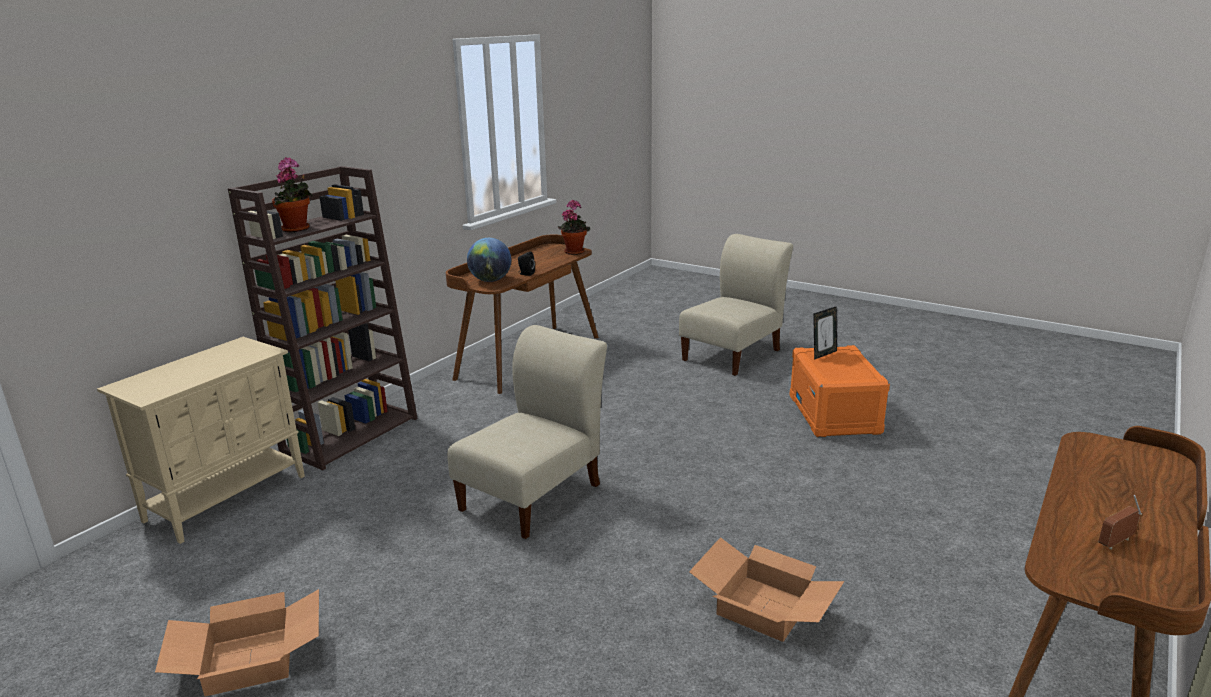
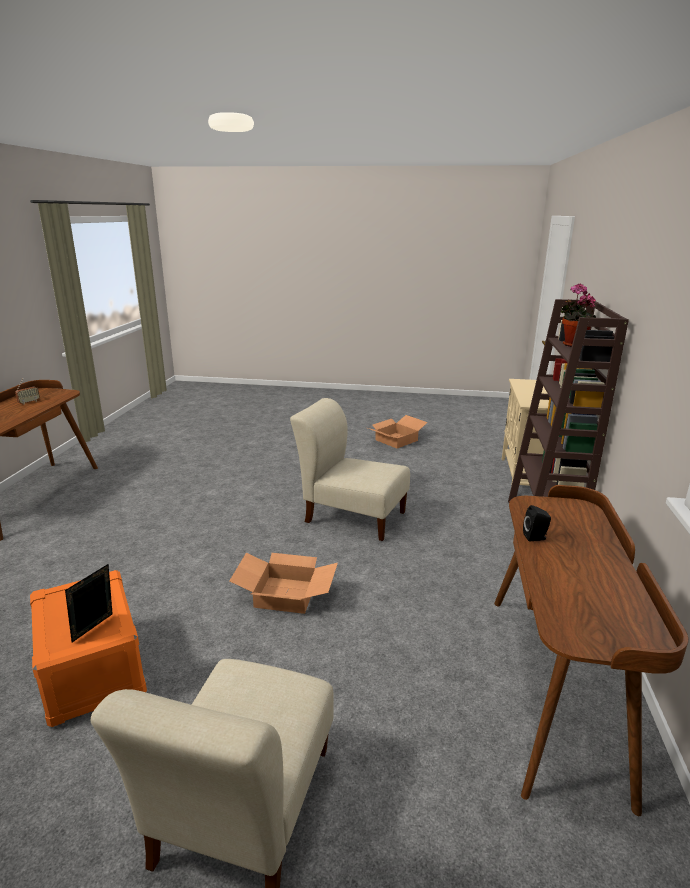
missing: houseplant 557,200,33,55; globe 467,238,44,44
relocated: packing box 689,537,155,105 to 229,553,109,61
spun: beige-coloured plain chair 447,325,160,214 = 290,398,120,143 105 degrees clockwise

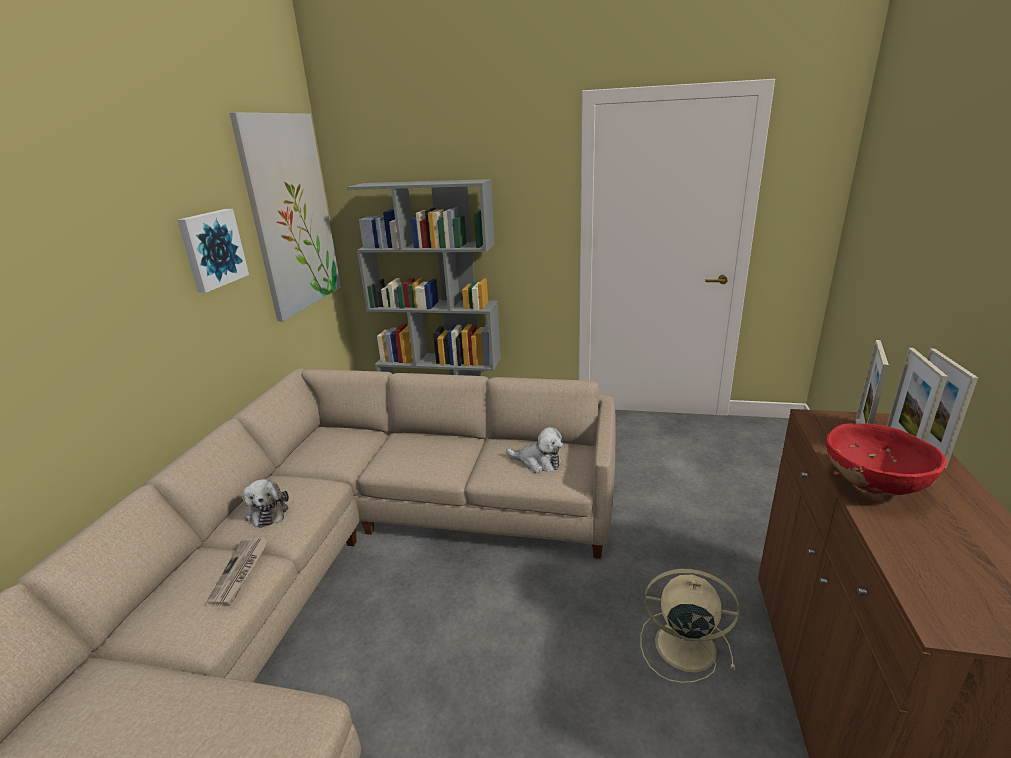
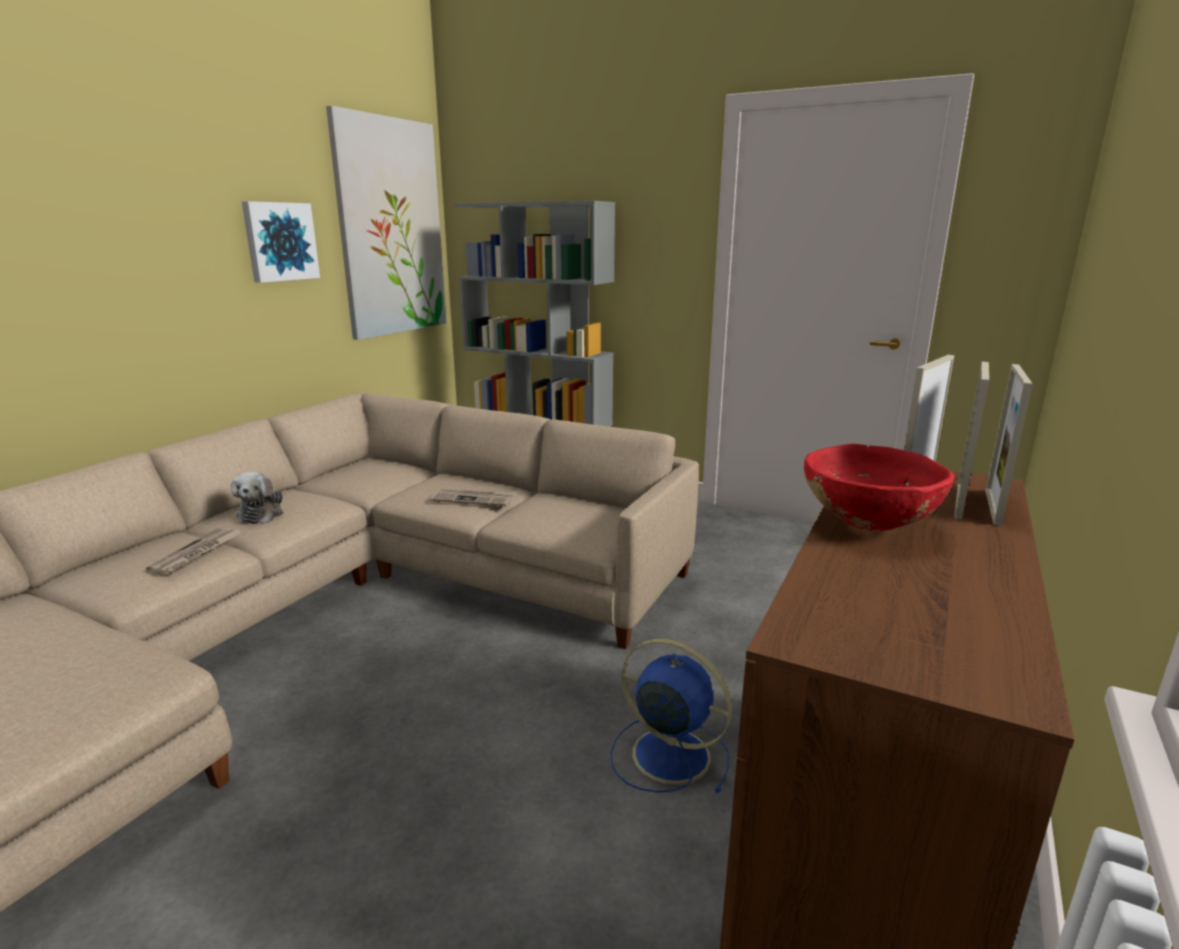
missing: soft toy 506,427,57,46
appeared: daily paper 430,488,86,18
colour: beige-coloured fan 640,569,99,114 to bluish fan 611,638,121,155

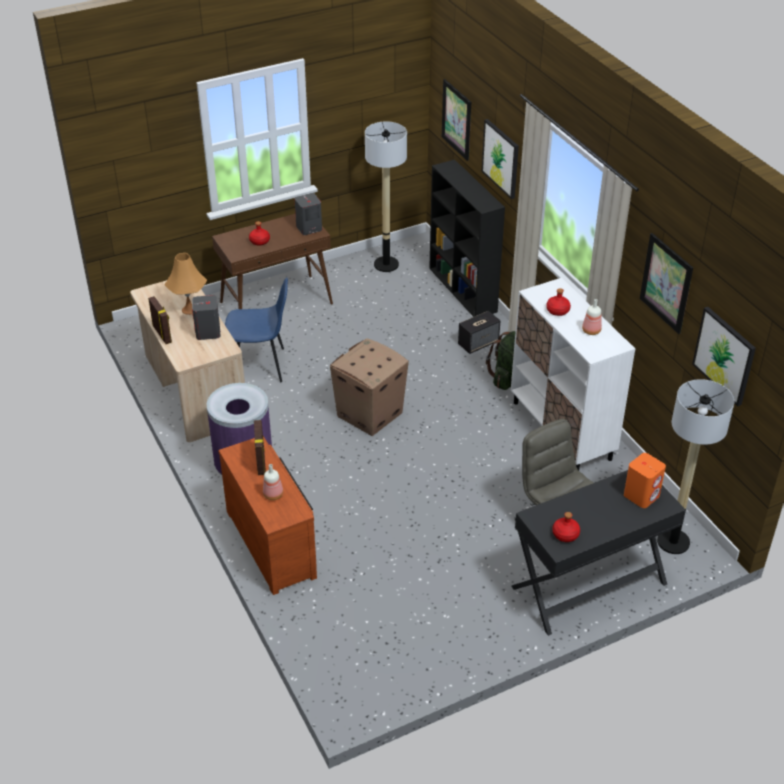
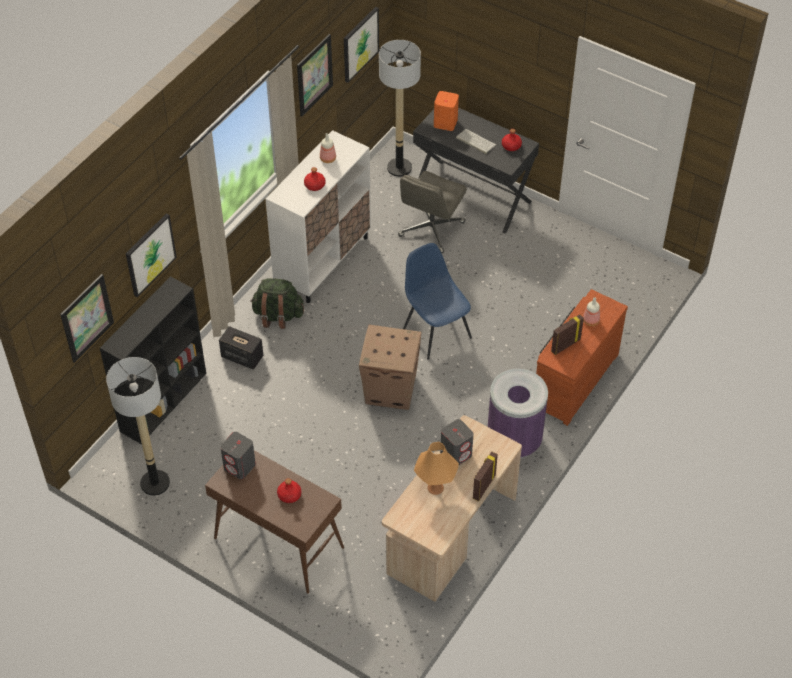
appeared: PC keyboard 456,129,40,25
relocated: bluish plain chair 225,277,63,105 to 403,243,69,117

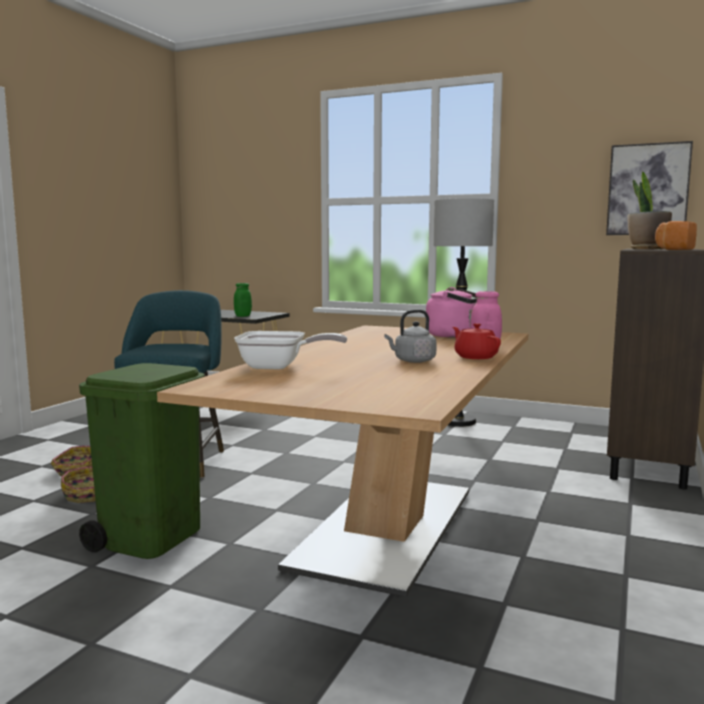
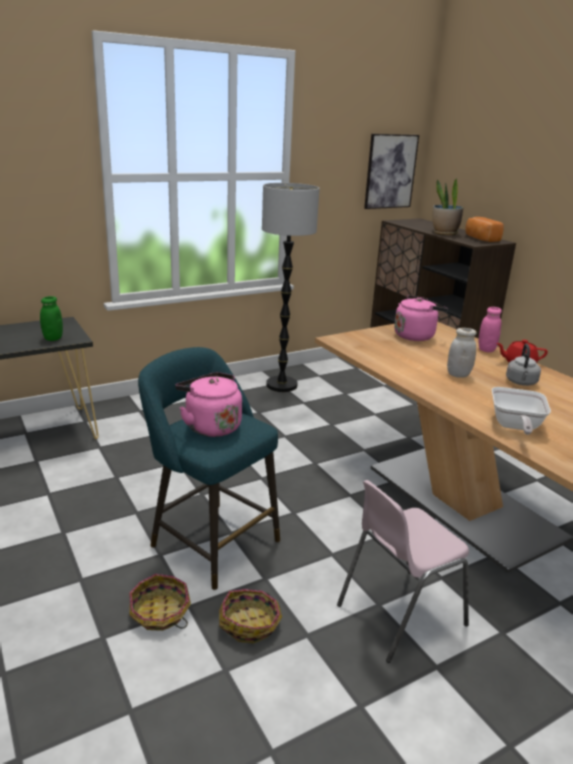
appeared: white preserve jar 447,328,29,50; pinkish kettle 175,372,67,65
exchanged: green-coloured trash can 79,363,126,196 to pinkish plain chair 337,480,132,183
spun: pan 234,331,113,38 = 492,387,59,48 150 degrees clockwise

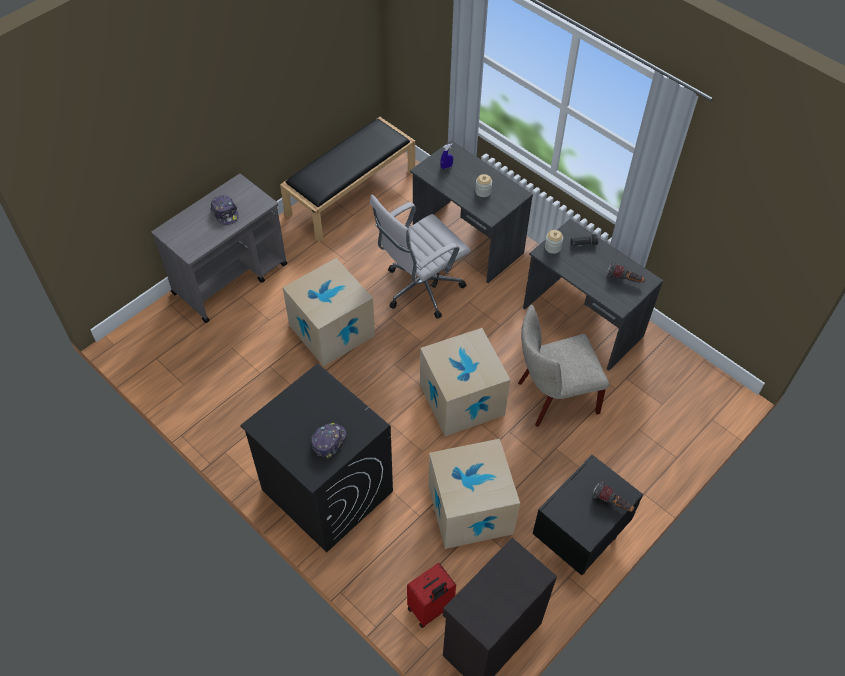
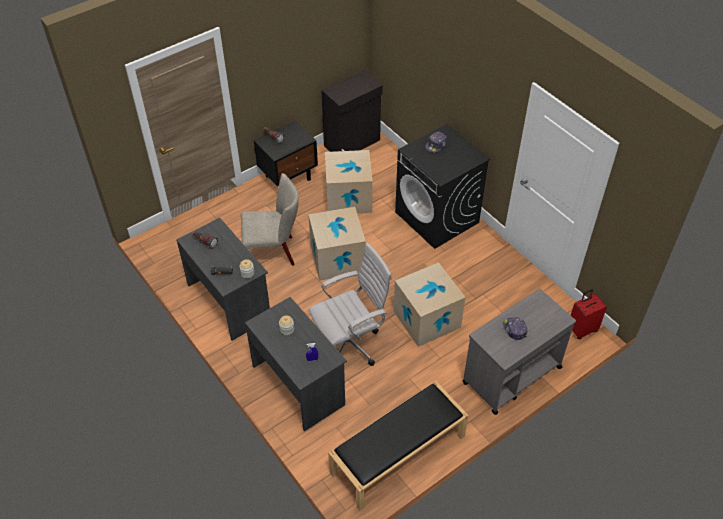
relocated: reddish piece of luggage 407,563,49,65 to 571,289,36,50

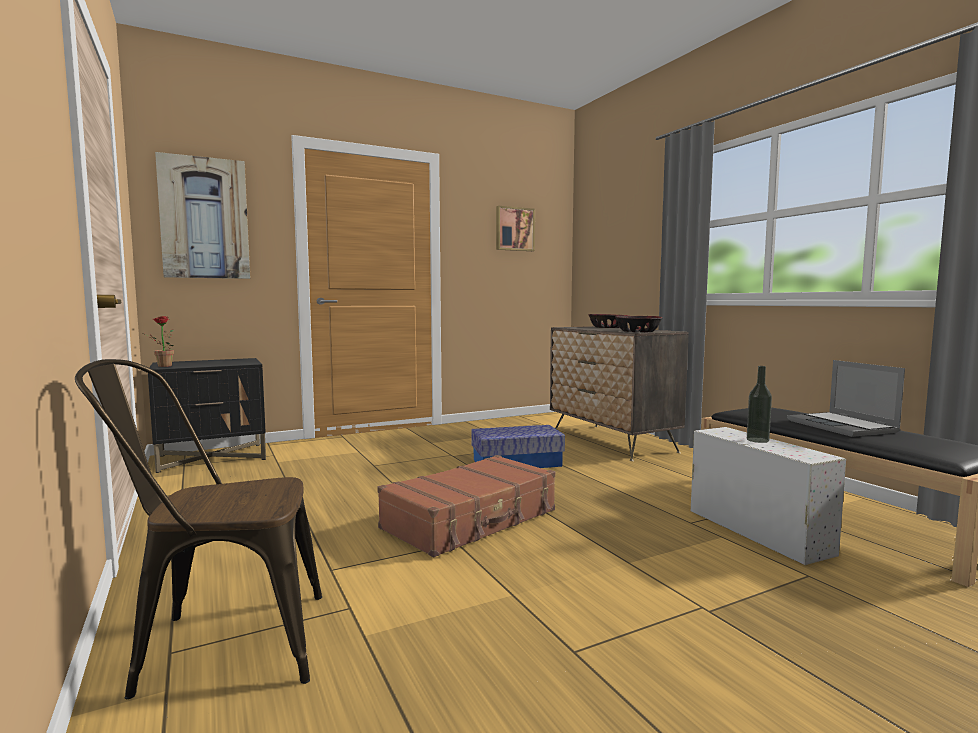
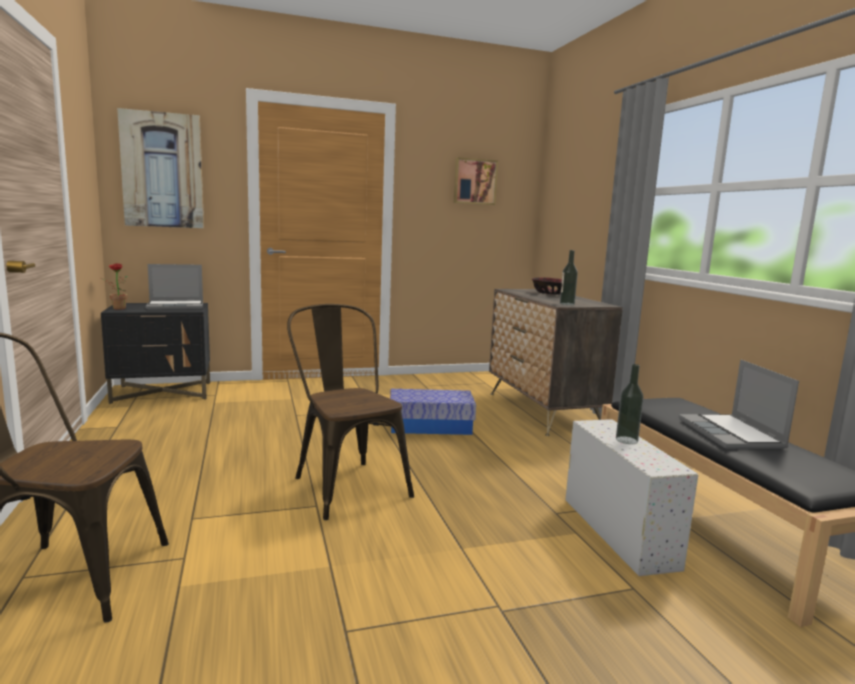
appeared: portable computer 145,264,58,46
exchanged: serving bowl 615,316,48,16 to drink bottle 560,250,18,55; brown piece of luggage 377,455,178,102 to brown plain chair 287,304,127,216

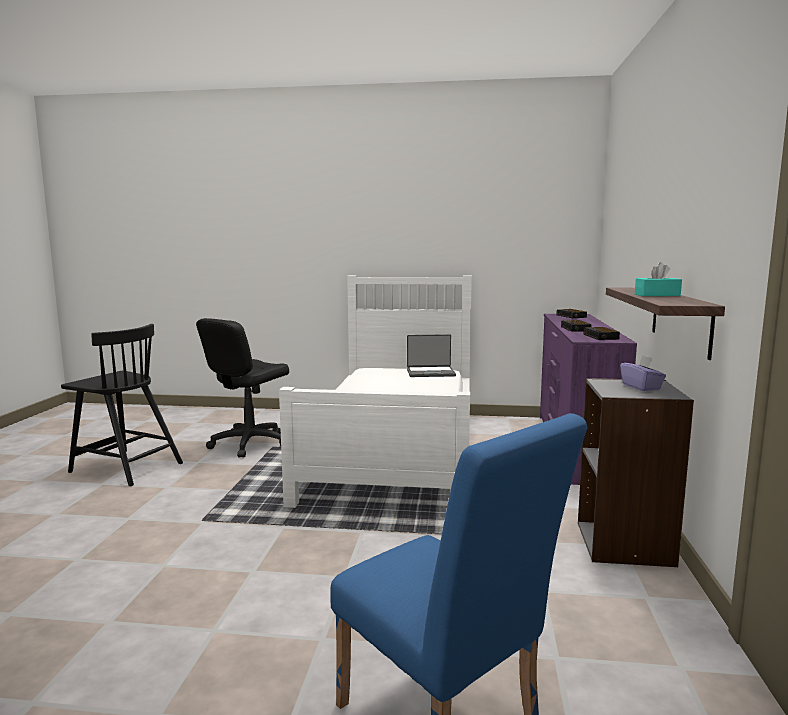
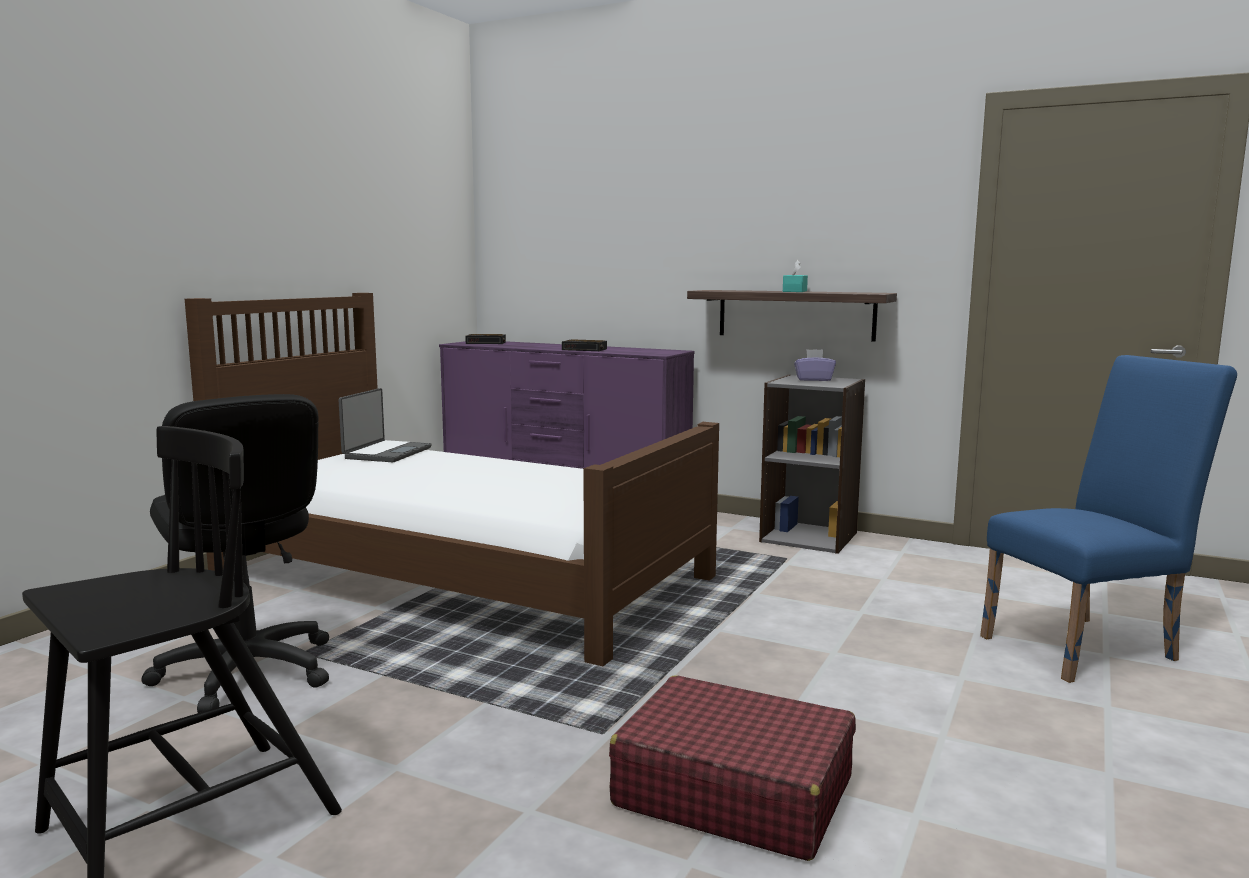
missing: table clock 583,327,37,13
appeared: reddish piece of luggage 609,675,247,186
colour: white sleeping bed 279,275,193,233 to brown sleeping bed 185,293,534,373

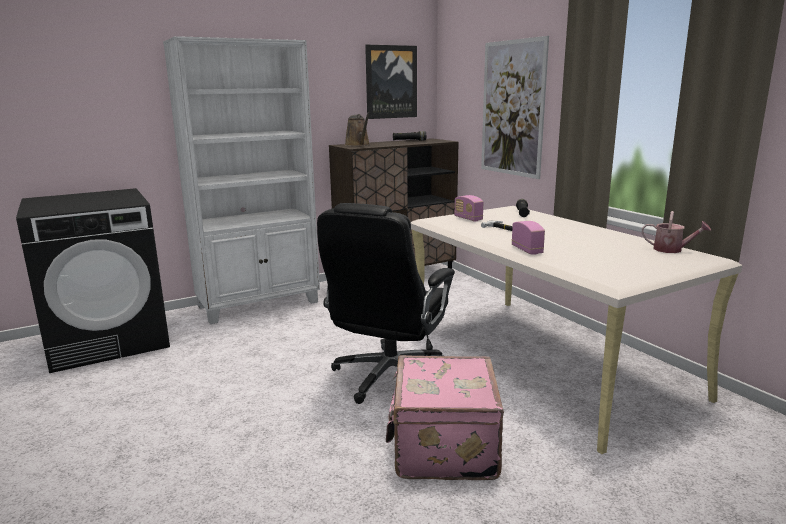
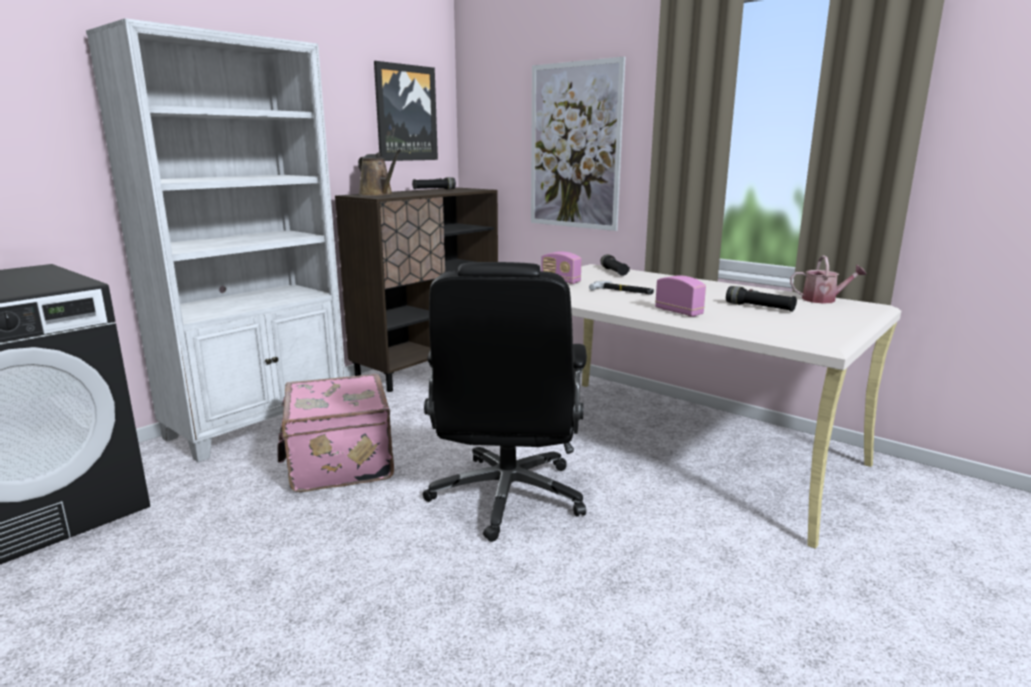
appeared: black flashlight 726,286,71,26
relocated: pinkish piece of luggage 386,355,118,125 to 277,374,117,118

